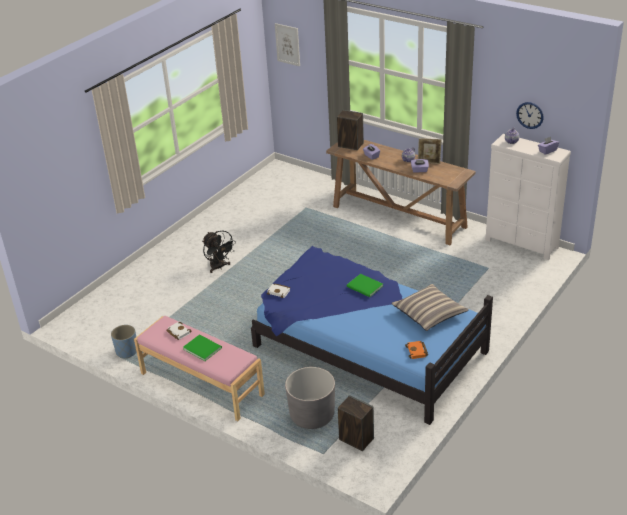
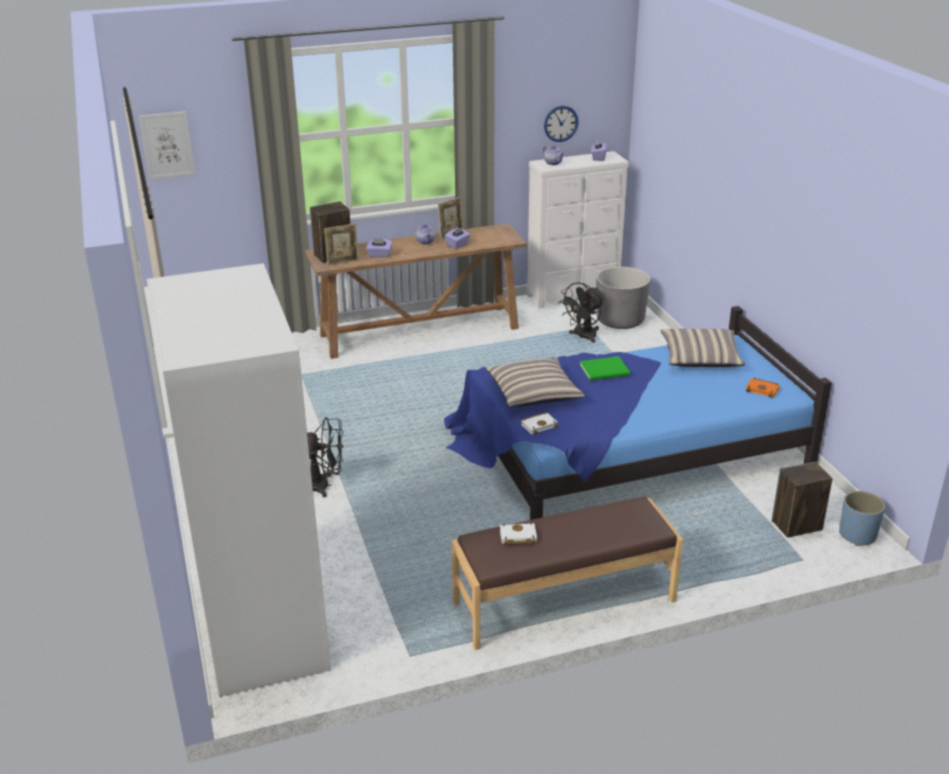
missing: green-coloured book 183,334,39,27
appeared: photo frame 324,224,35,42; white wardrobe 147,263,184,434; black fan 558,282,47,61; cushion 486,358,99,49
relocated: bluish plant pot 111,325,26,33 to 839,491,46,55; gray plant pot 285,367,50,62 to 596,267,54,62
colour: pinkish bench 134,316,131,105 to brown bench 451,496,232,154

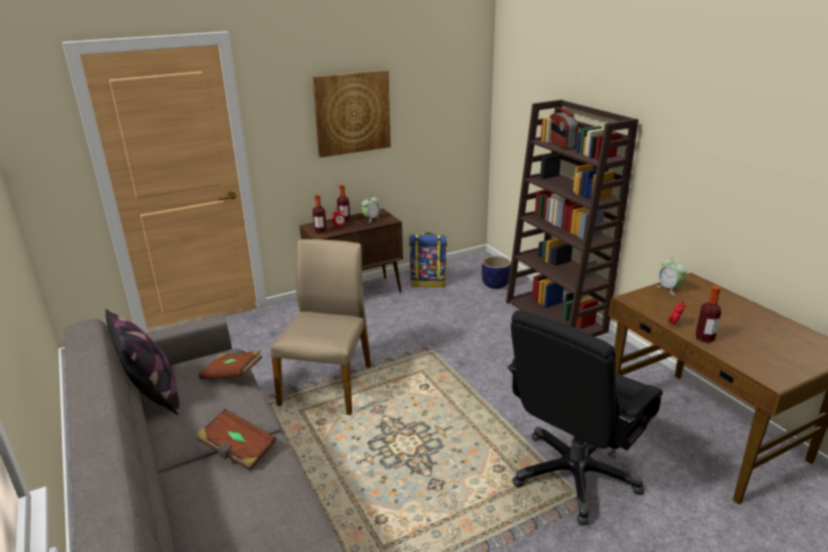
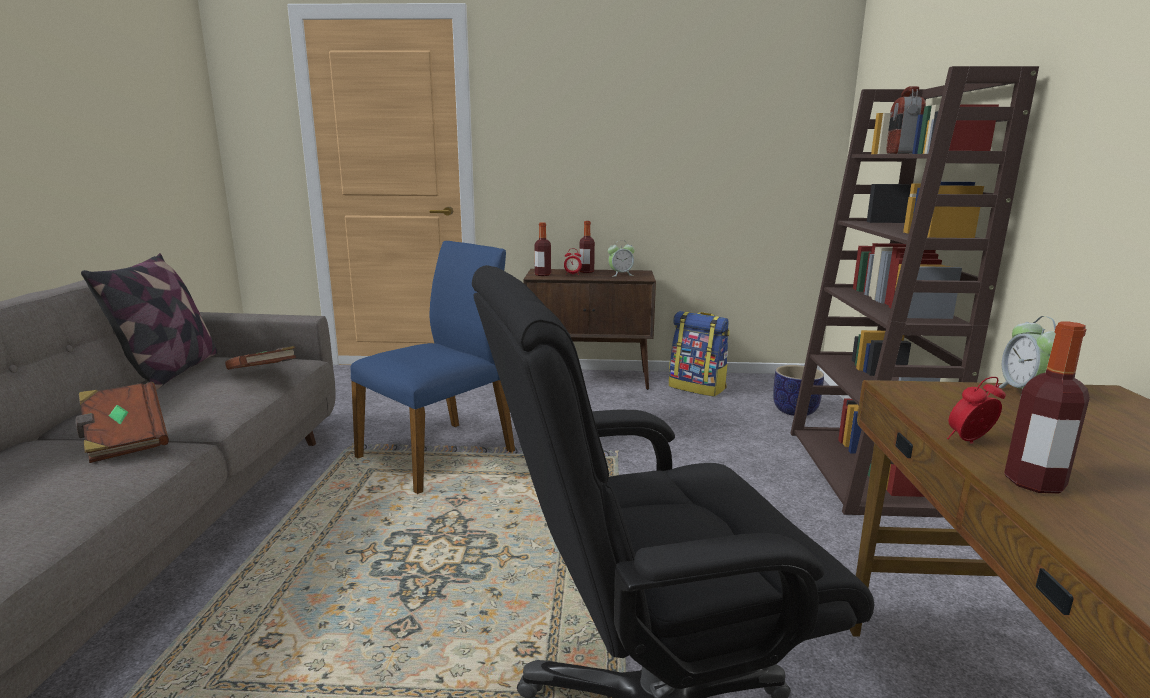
missing: wall art 312,70,79,88
colour: beige-coloured plain chair 271,239,100,176 to bluish plain chair 350,241,165,253

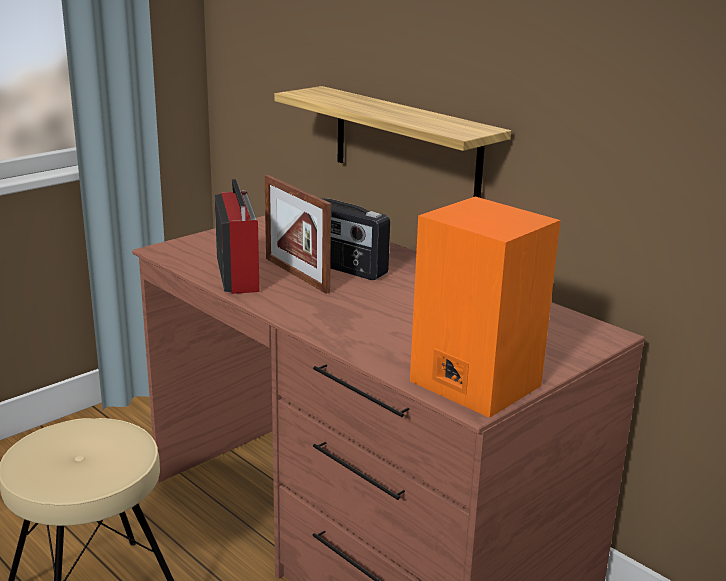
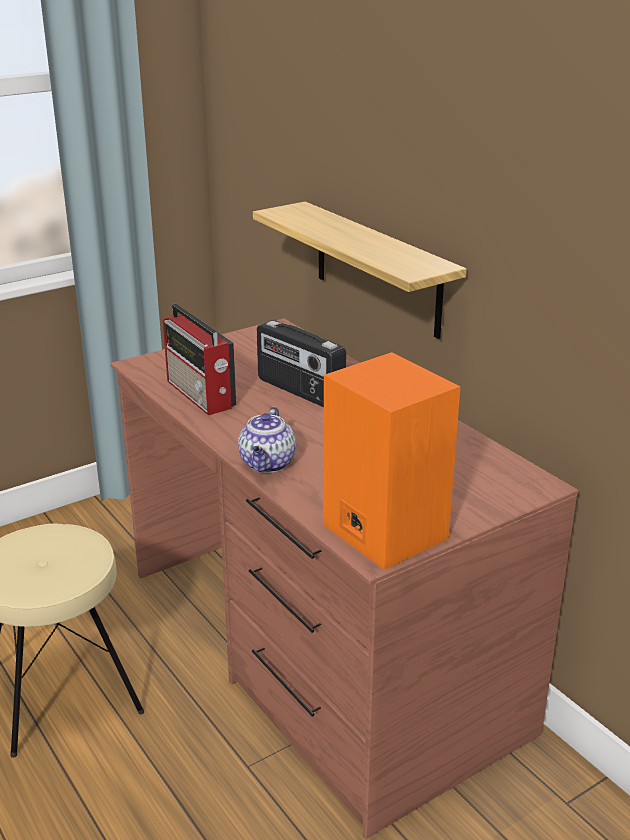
missing: photo frame 265,175,66,119
appeared: tea pot 238,407,58,66
spun: radio 214,179,45,115 = 163,304,73,111 150 degrees clockwise

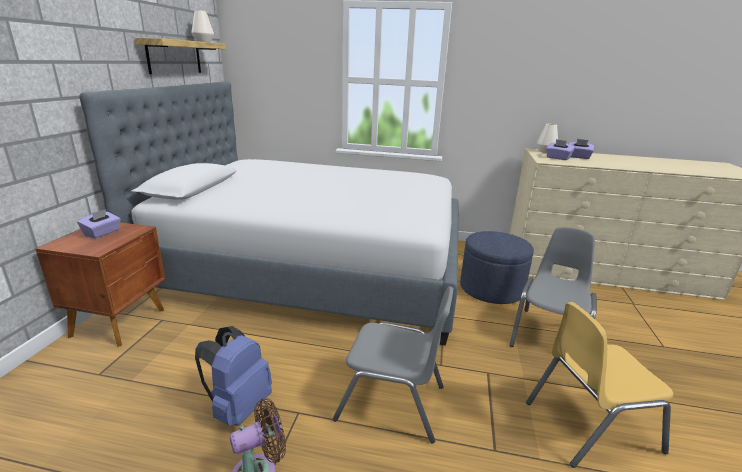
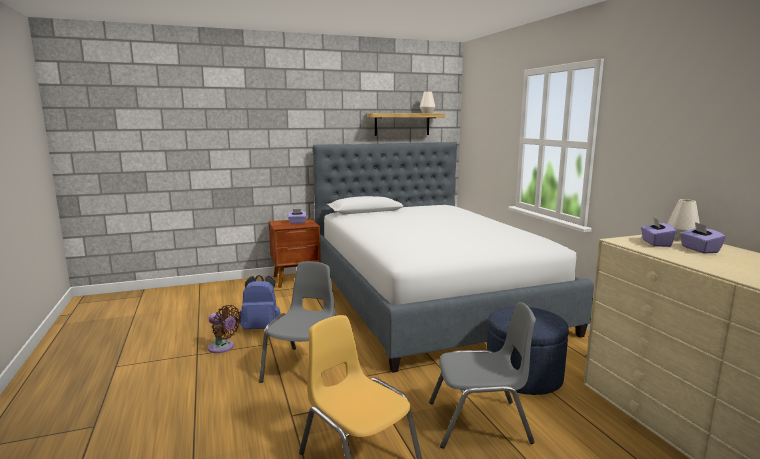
spun: gray plain chair 333,286,121,158 = 259,262,76,121 150 degrees counterclockwise

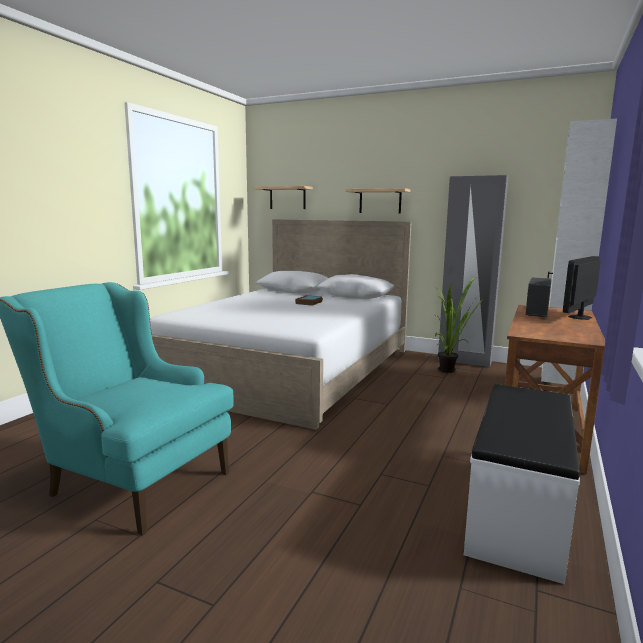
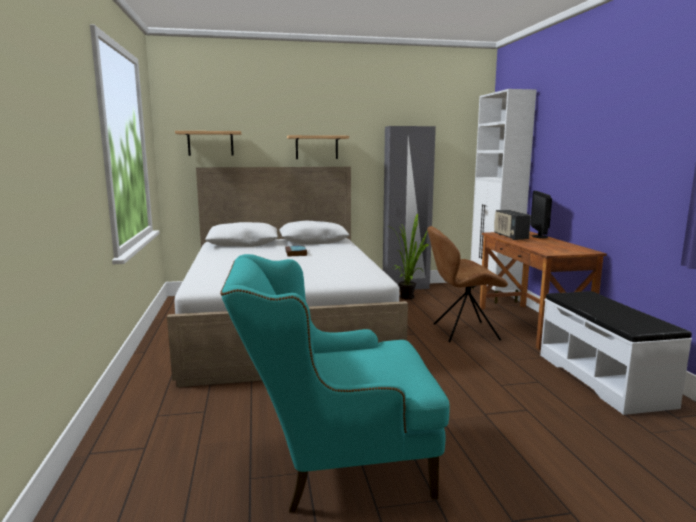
appeared: brown plain chair 427,226,81,117

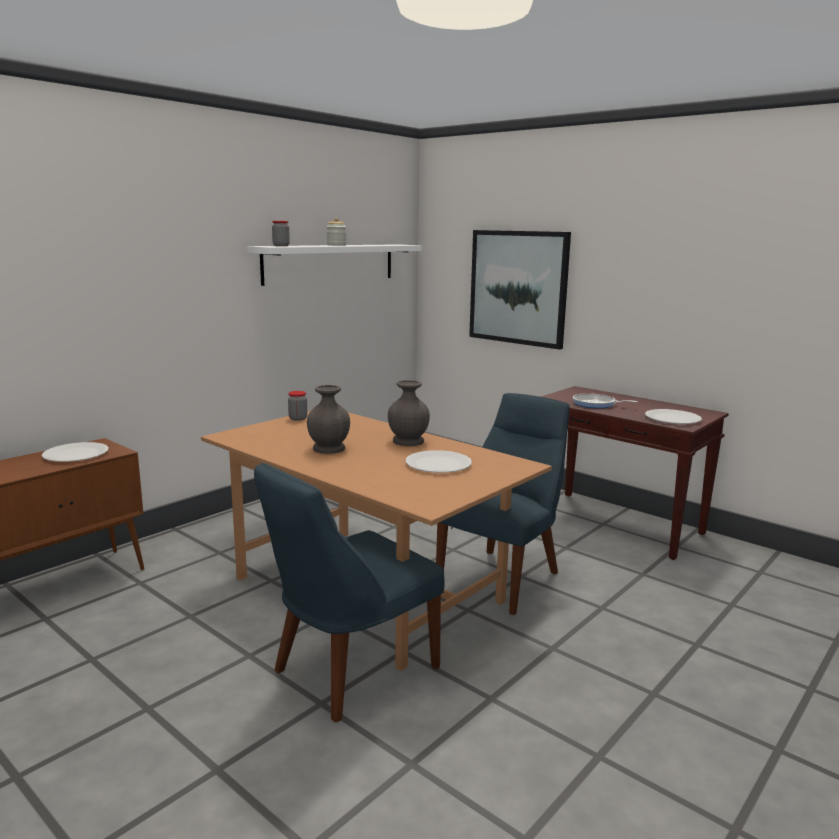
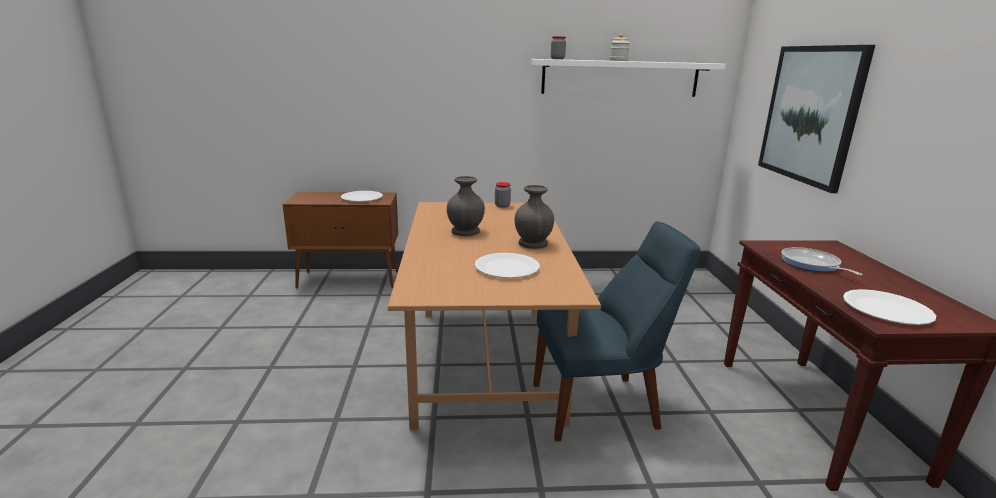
missing: bluish plain chair 254,463,190,260

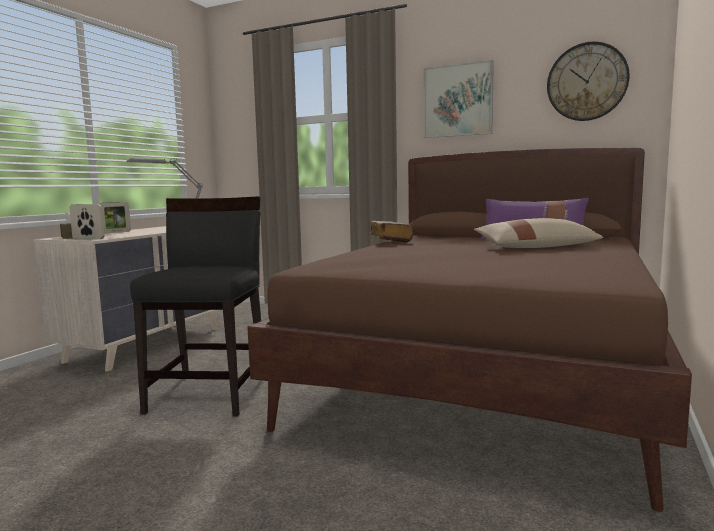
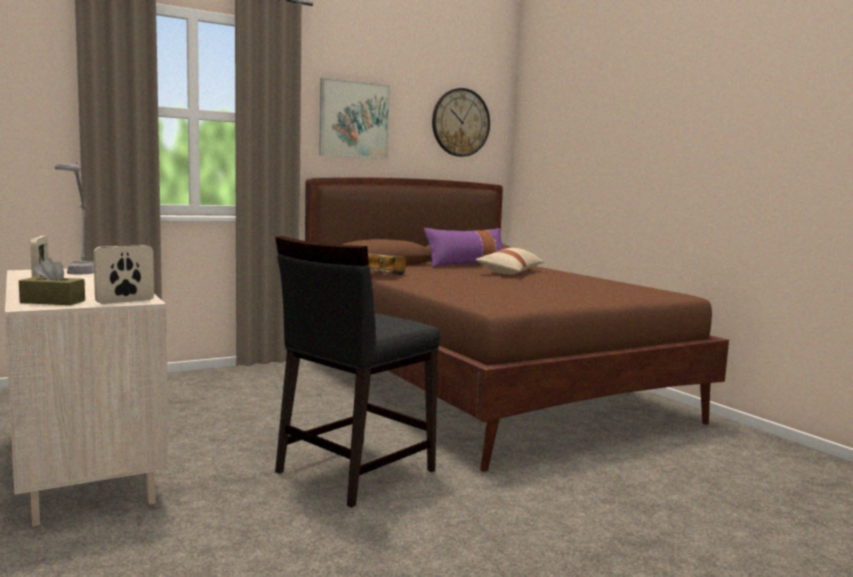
spun: black plain chair 130,196,131,221 = 275,236,165,272 90 degrees counterclockwise

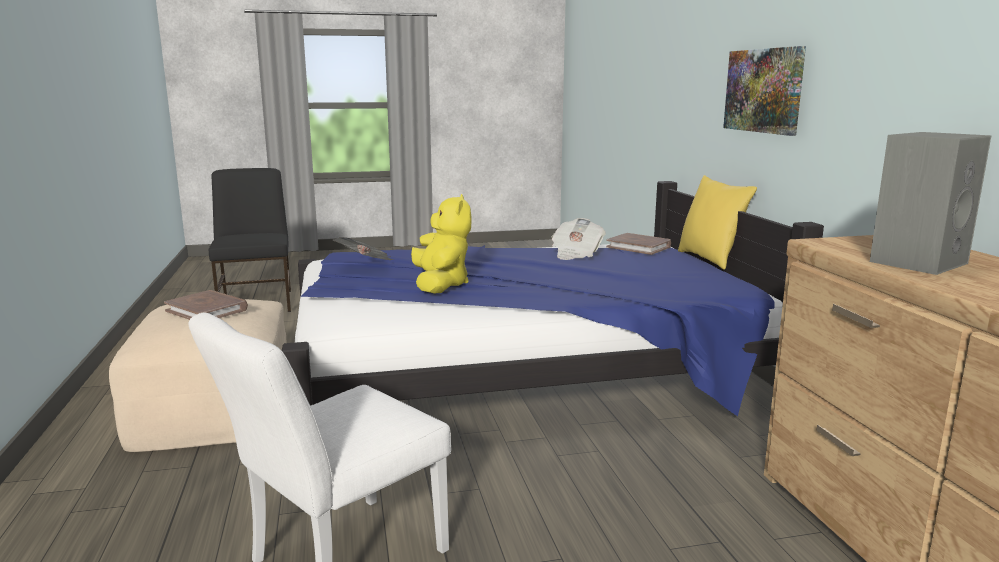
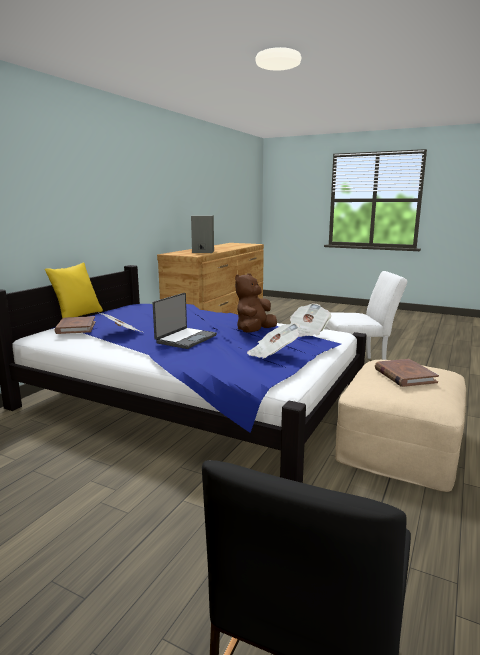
missing: wall art 723,46,83,90
appeared: portable computer 153,293,64,56; daily paper 290,303,41,34
colour: yellow soft toy 411,194,60,99 to brown soft toy 235,273,42,60

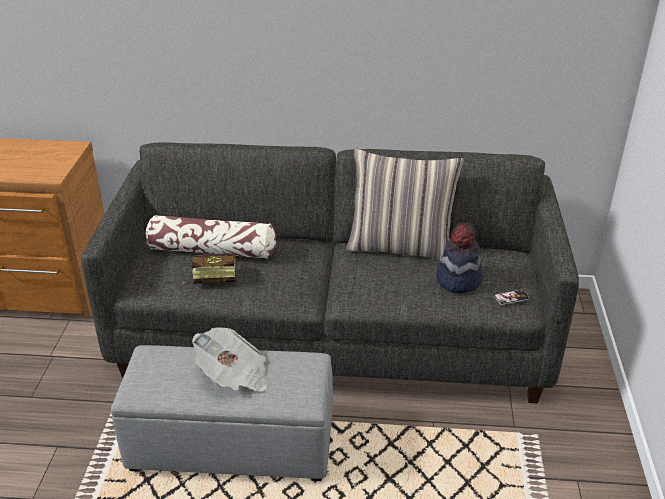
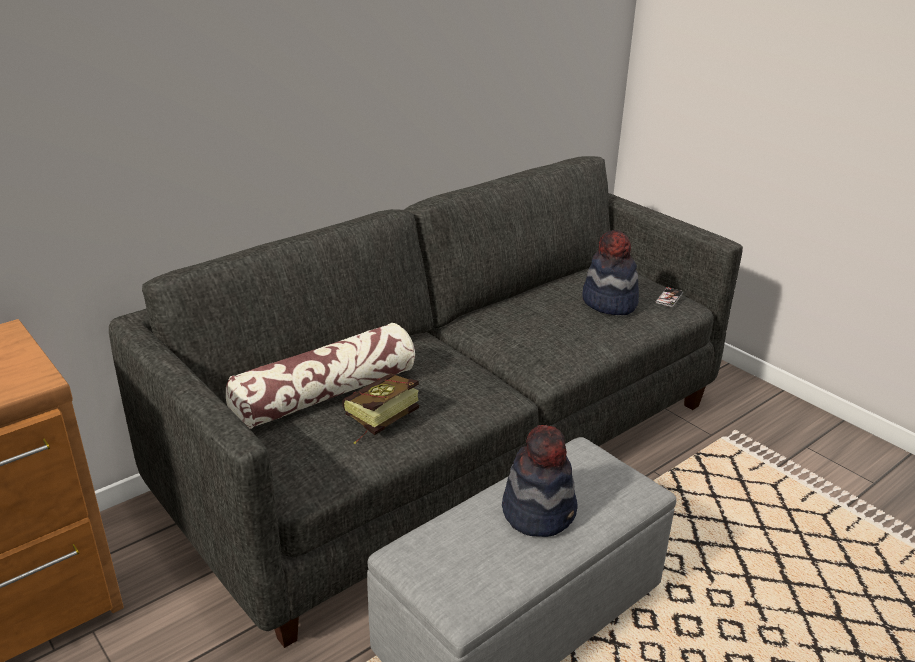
missing: cushion 346,148,118,113
exchanged: daily paper 192,327,75,65 to clothing hat 502,425,75,112

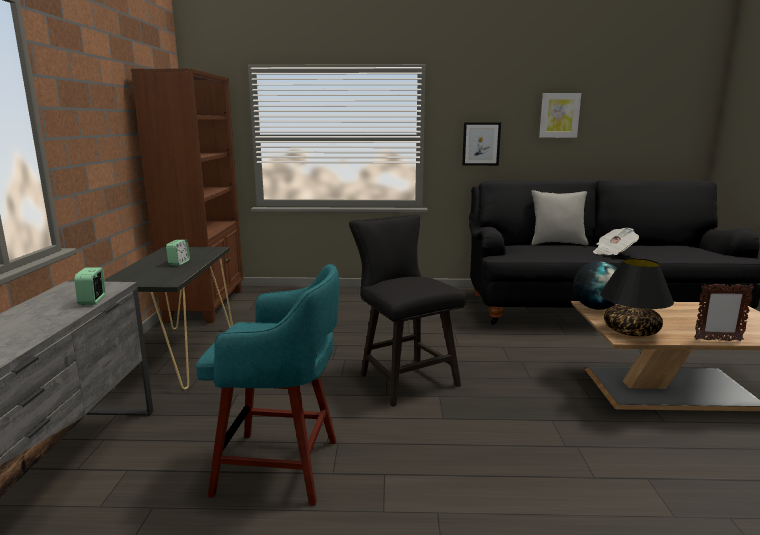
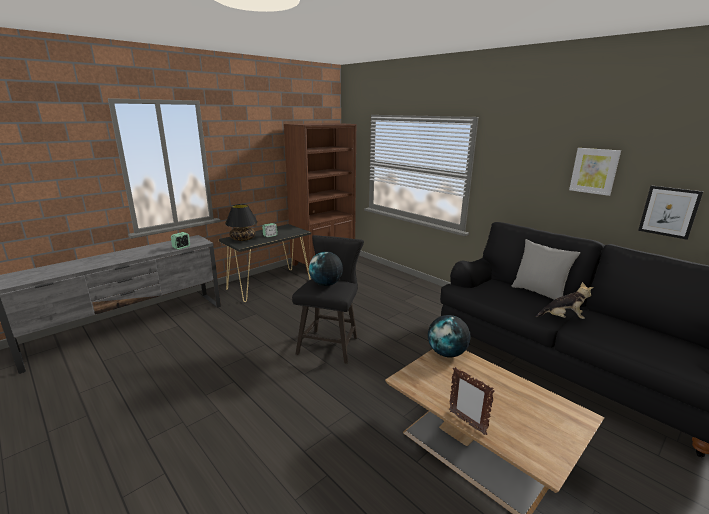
missing: turquoise stool 196,264,143,242
appeared: globe 309,251,34,35
relocated: wall art 462,122,39,44 to 638,185,65,55; black table lamp 600,258,74,79 to 225,204,33,37
exchanged: daily paper 593,228,46,27 to soft toy 536,282,58,37

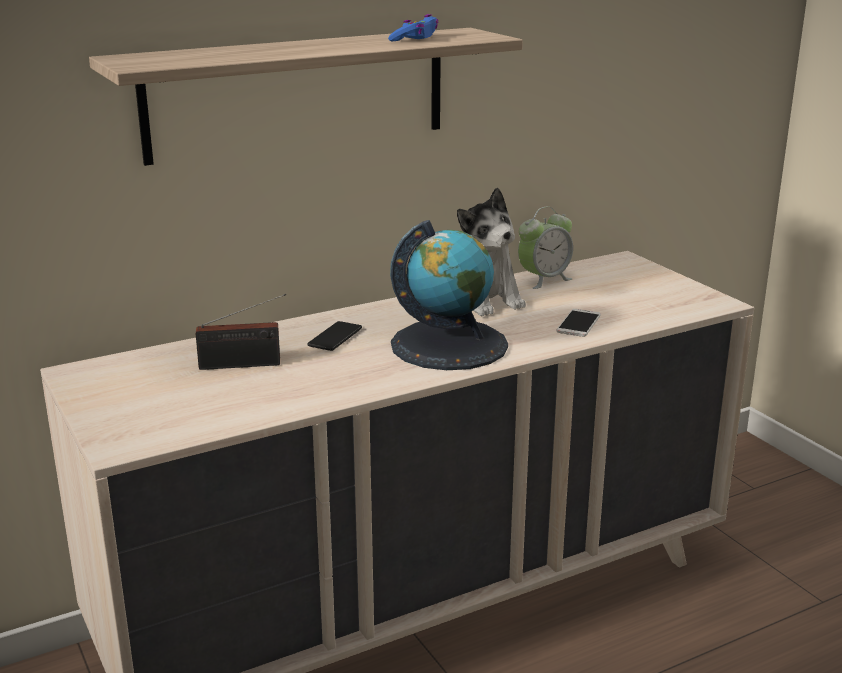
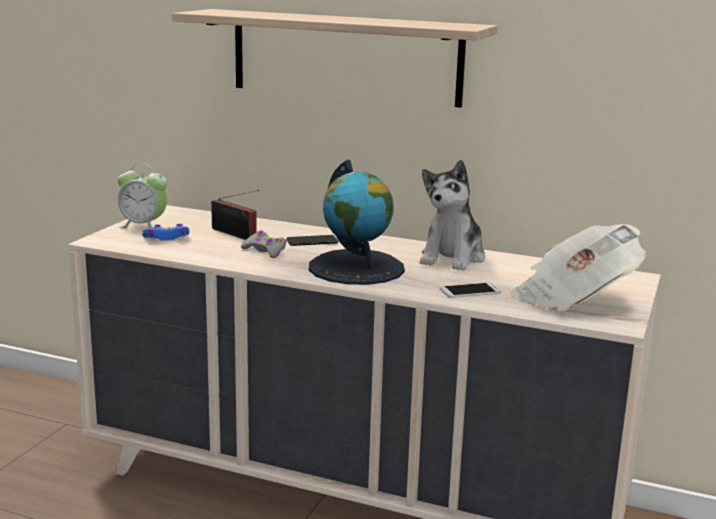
appeared: daily paper 511,224,134,87; gray gamepad 241,230,46,28
relocated: bluish gamepad 388,14,50,27 to 142,224,47,17; table clock 518,206,55,83 to 118,163,49,65

